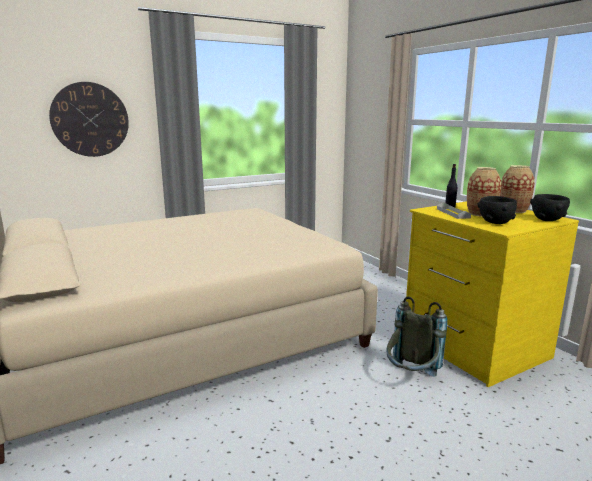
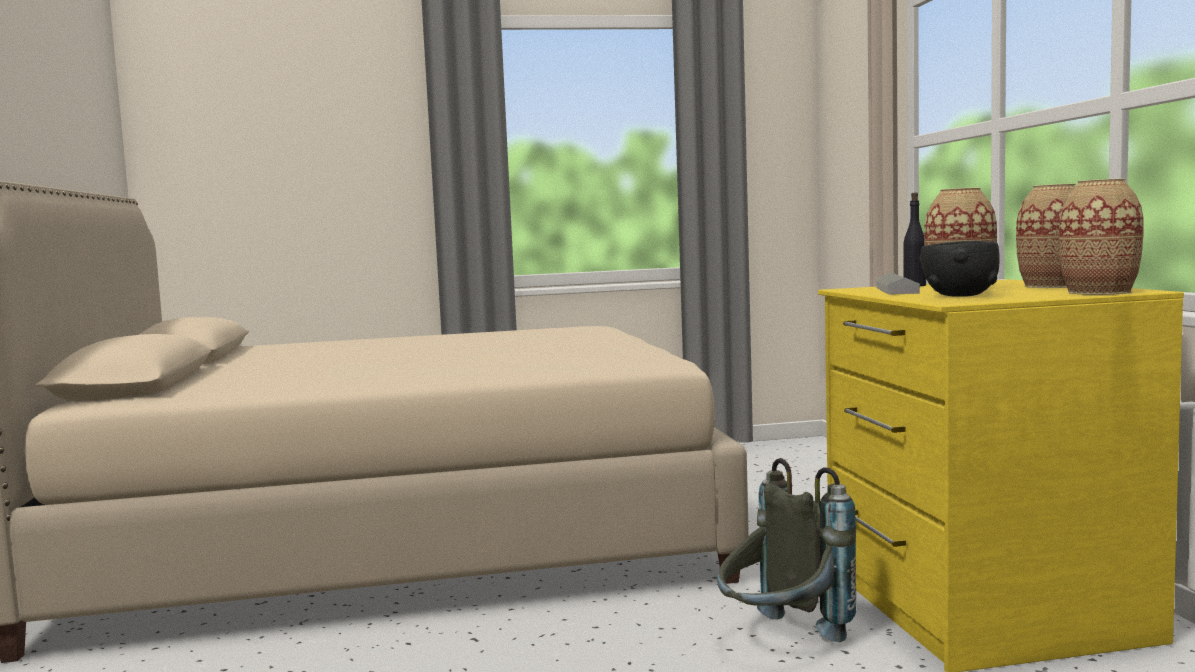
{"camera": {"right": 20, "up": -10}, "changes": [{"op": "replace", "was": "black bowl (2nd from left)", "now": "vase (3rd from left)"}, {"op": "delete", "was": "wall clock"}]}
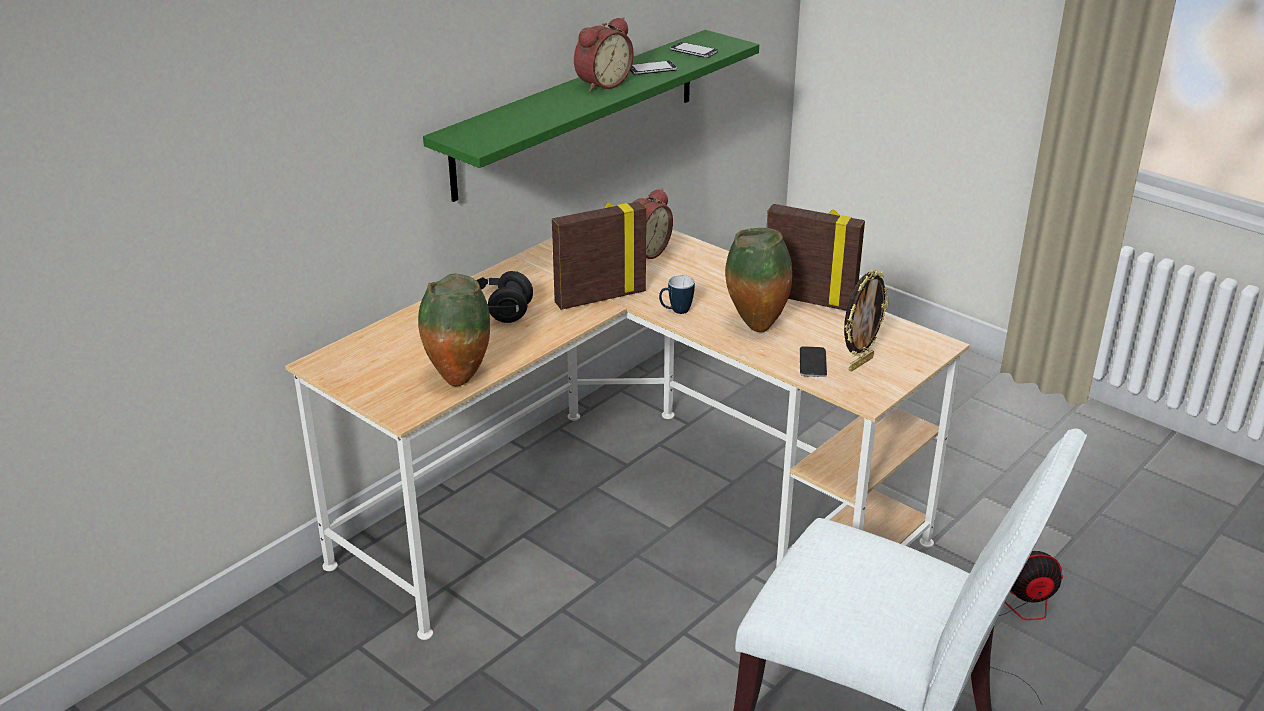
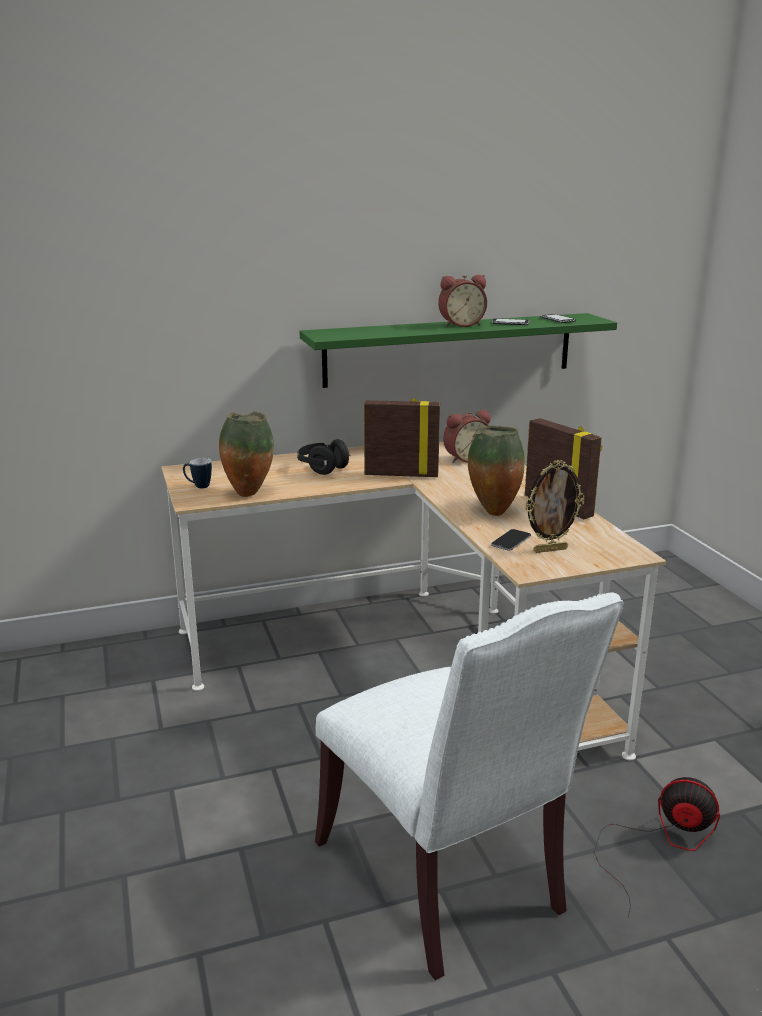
{"camera": {"right": 30, "up": -10}, "changes": [{"op": "move", "was": "mug"}]}
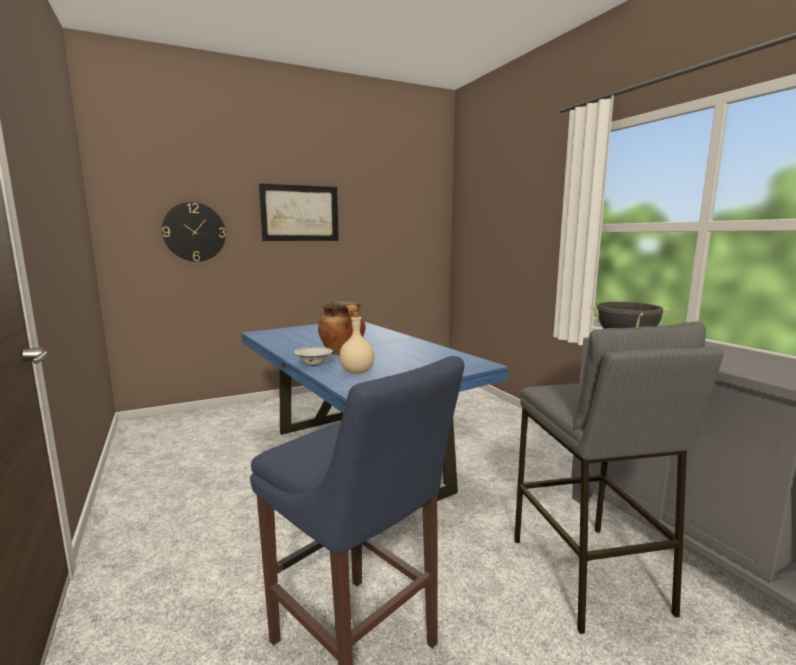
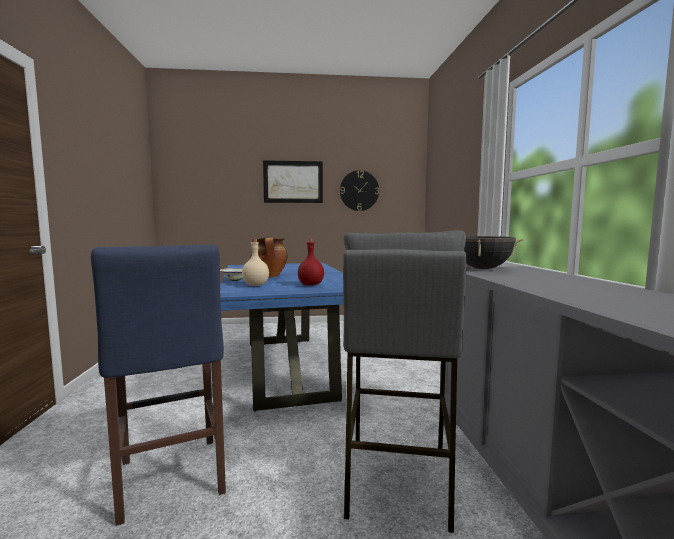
{"camera": {"right": 20, "up": -5}, "changes": [{"op": "insert", "now": "red bottle"}, {"op": "move", "was": "wall clock"}]}
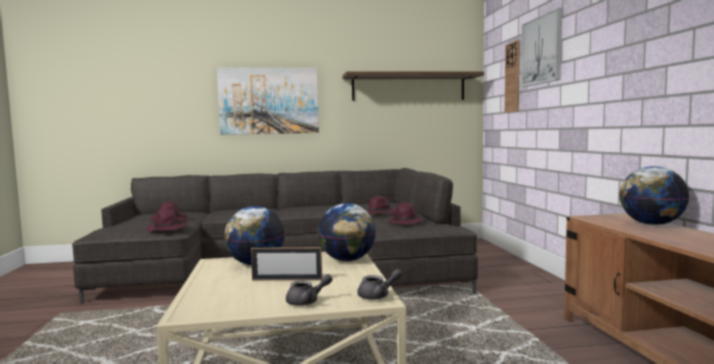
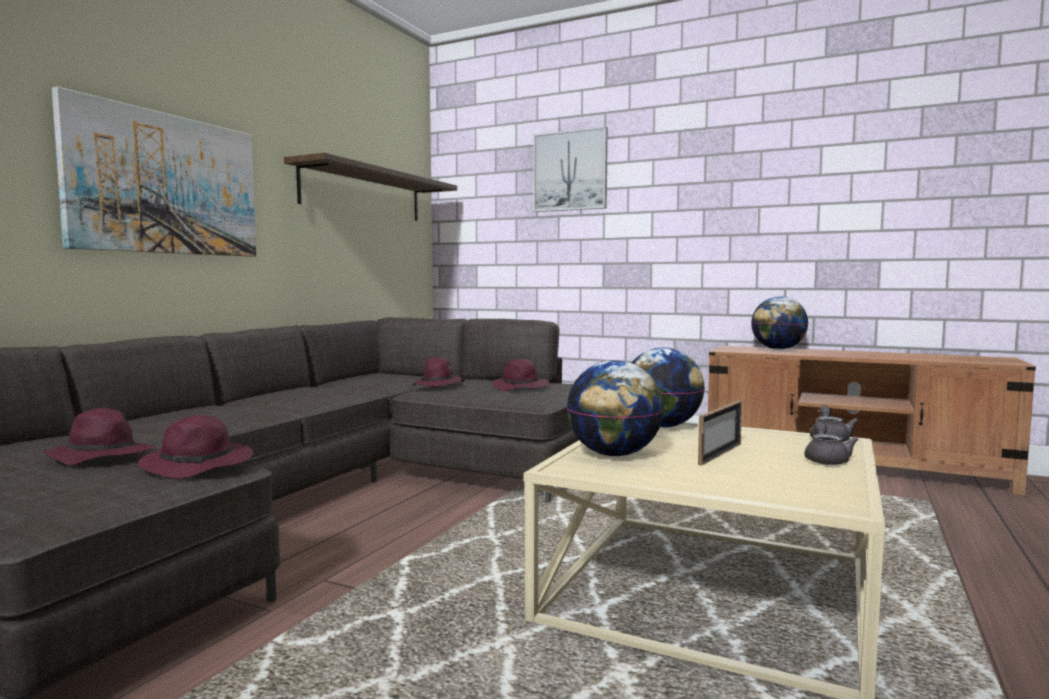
{"camera": {"right": -55, "up": 0}, "changes": [{"op": "delete", "was": "wall clock"}]}
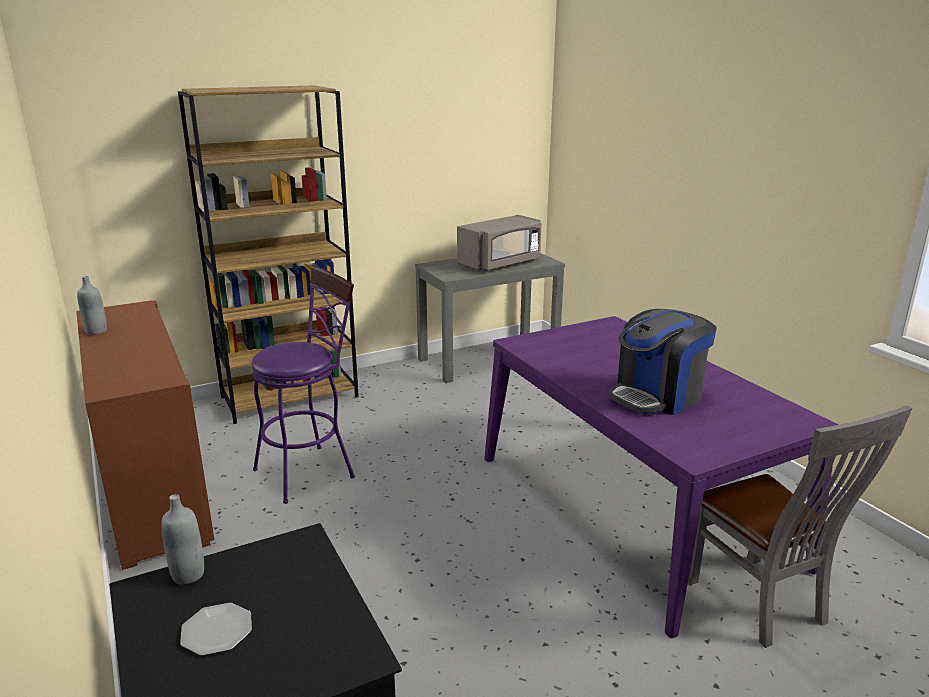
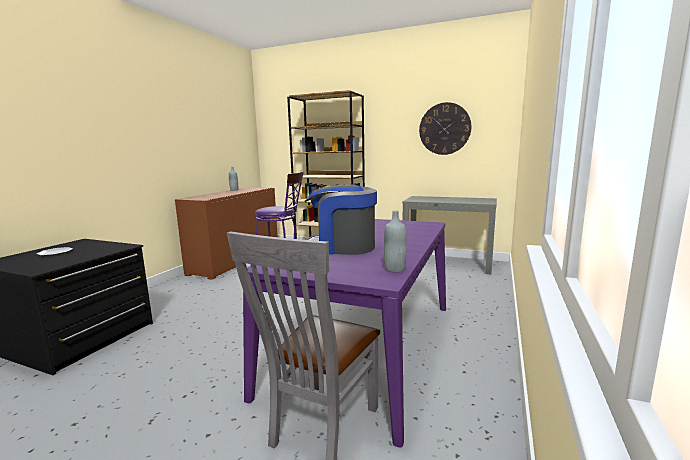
{"camera": {"right": 50, "up": -10}, "changes": [{"op": "move", "was": "grey bottle (2nd from left)"}, {"op": "insert", "now": "wall clock"}, {"op": "delete", "was": "grey microwave"}]}
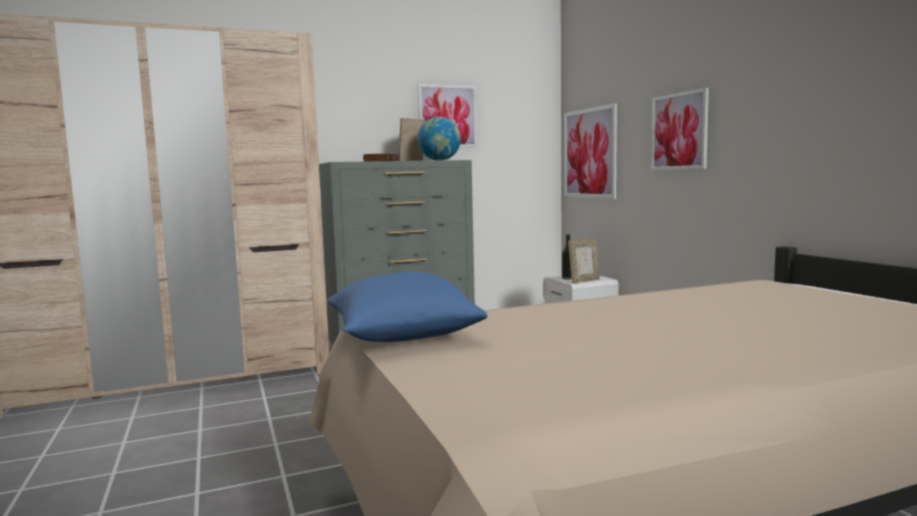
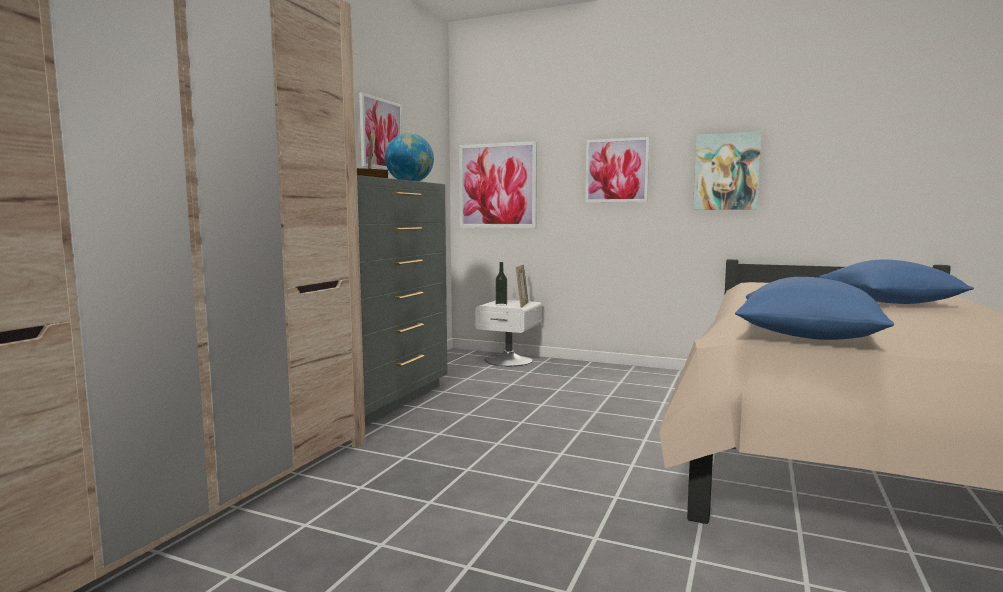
{"camera": {"right": -45, "up": 0}, "changes": [{"op": "insert", "now": "picture (4th from left)"}, {"op": "insert", "now": "blue pillow (2nd from left)"}]}
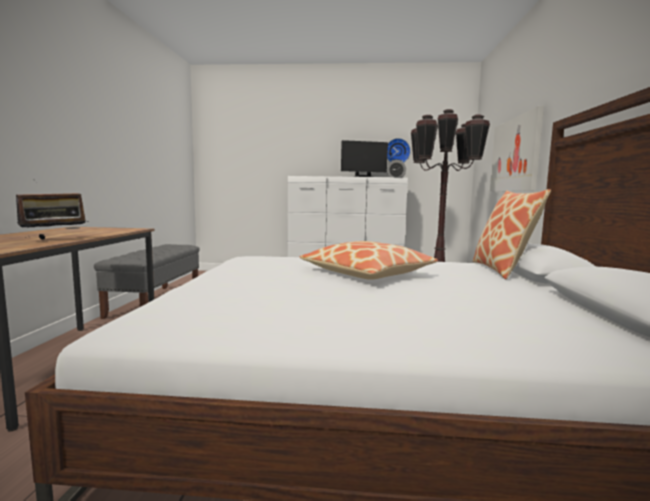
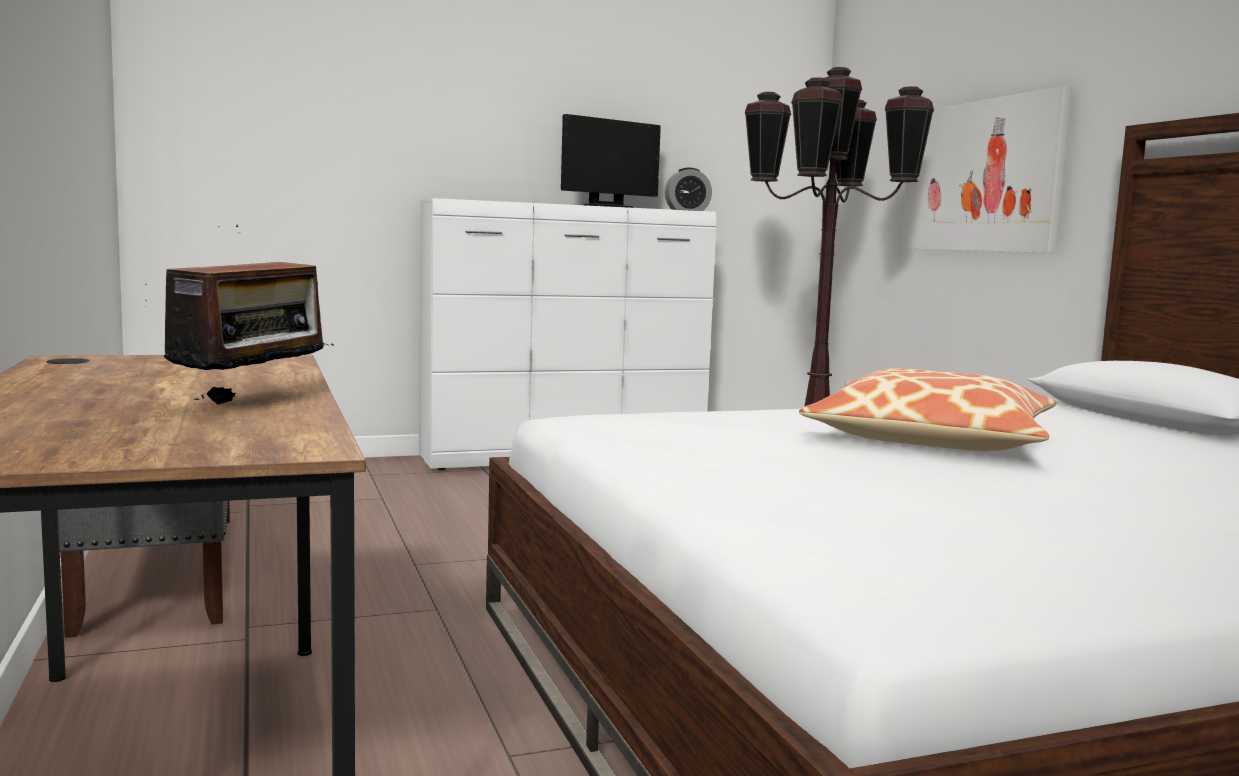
{"camera": {"right": -25, "up": 0}, "changes": [{"op": "delete", "was": "wall clock"}, {"op": "delete", "was": "pillow (2nd from left)"}]}
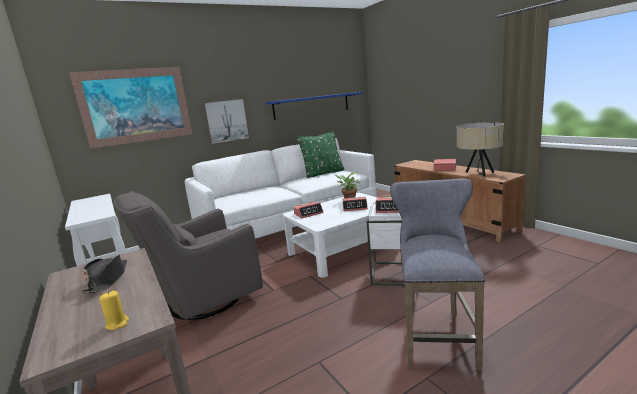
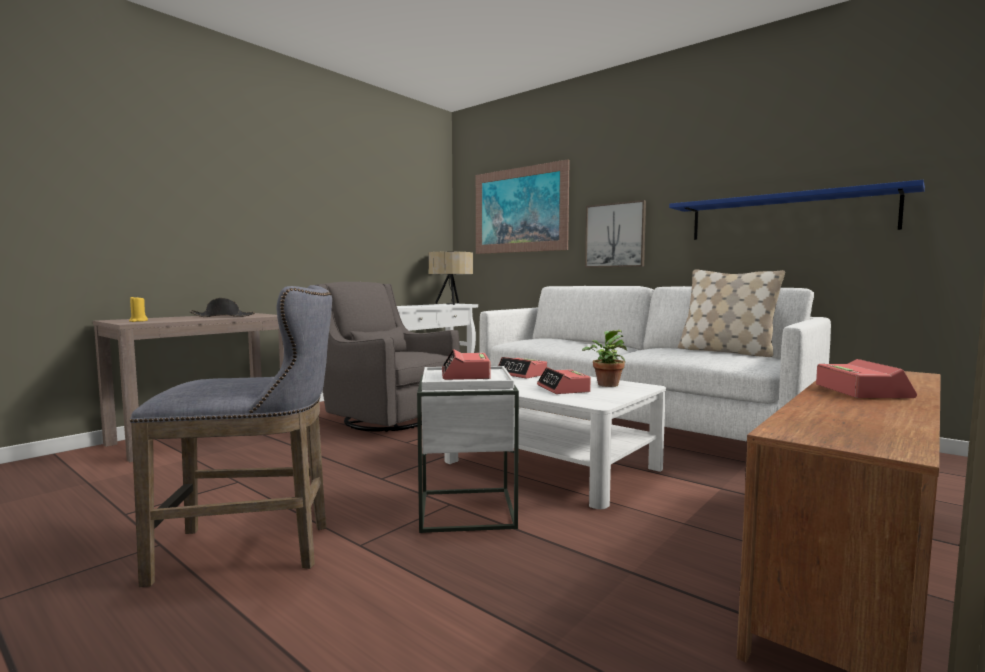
{"camera": {"right": 70, "up": -10}, "changes": [{"op": "move", "was": "beige table lamp"}, {"op": "recolor", "was": "green pillow", "now": "beige pillow"}]}
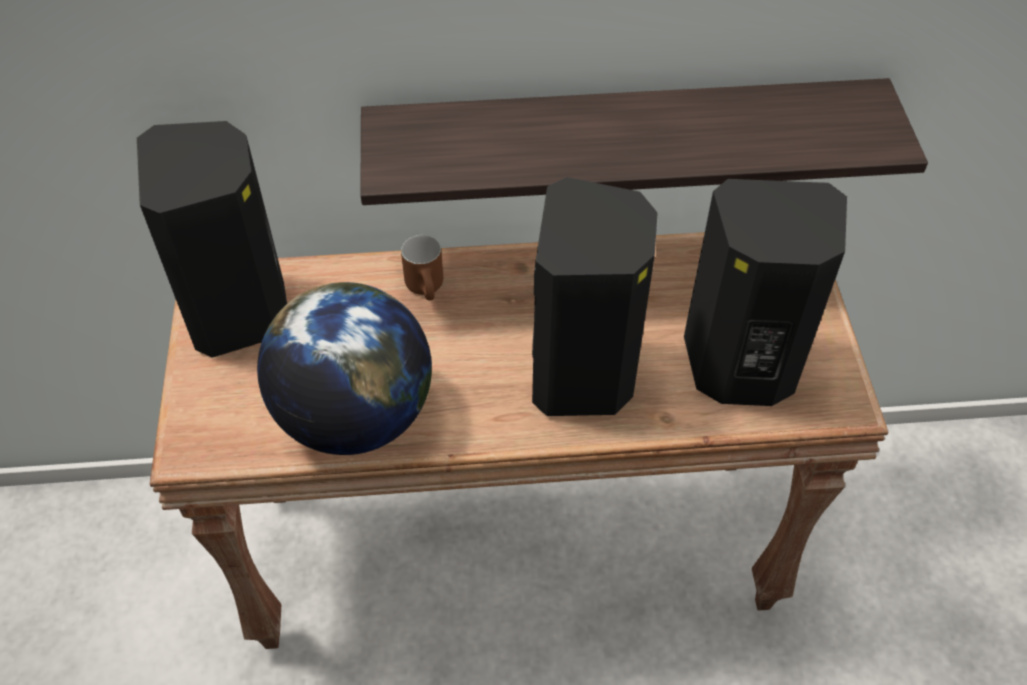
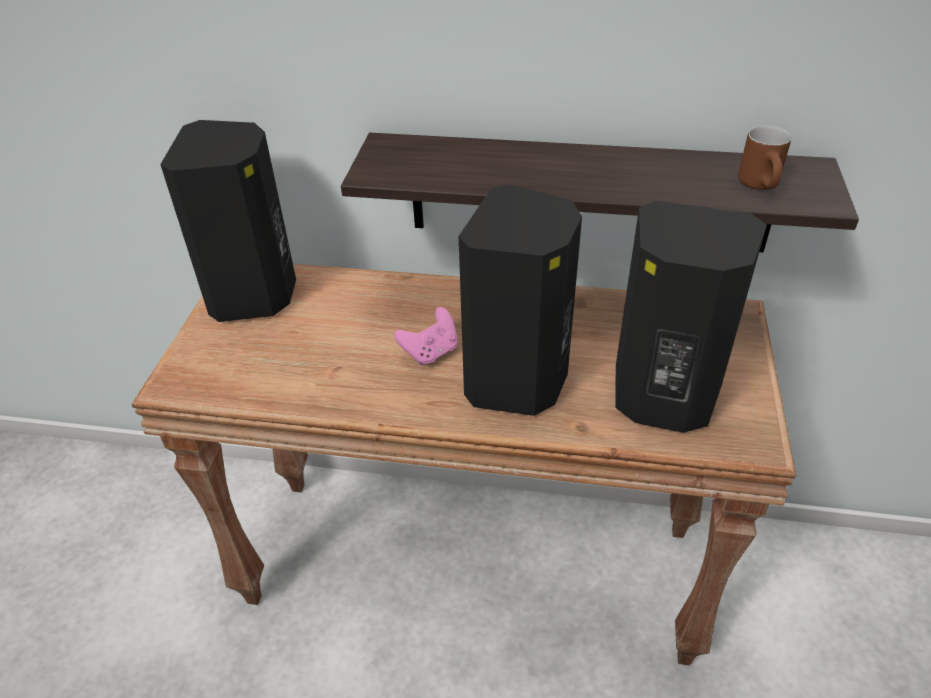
{"camera": {"right": 15, "up": -10}, "changes": [{"op": "insert", "now": "pink game controller"}, {"op": "move", "was": "brown mug"}, {"op": "delete", "was": "globe"}]}
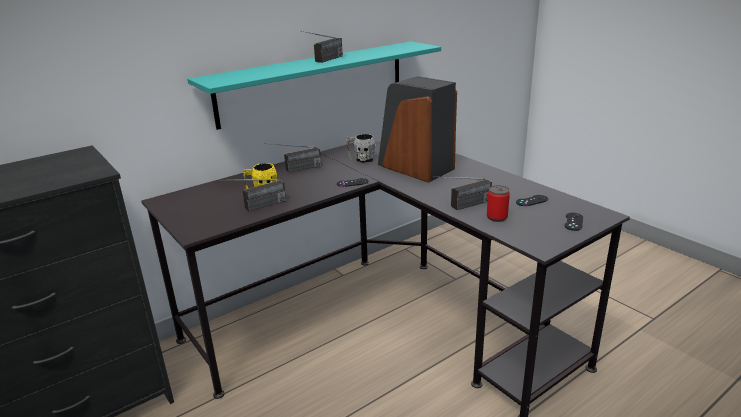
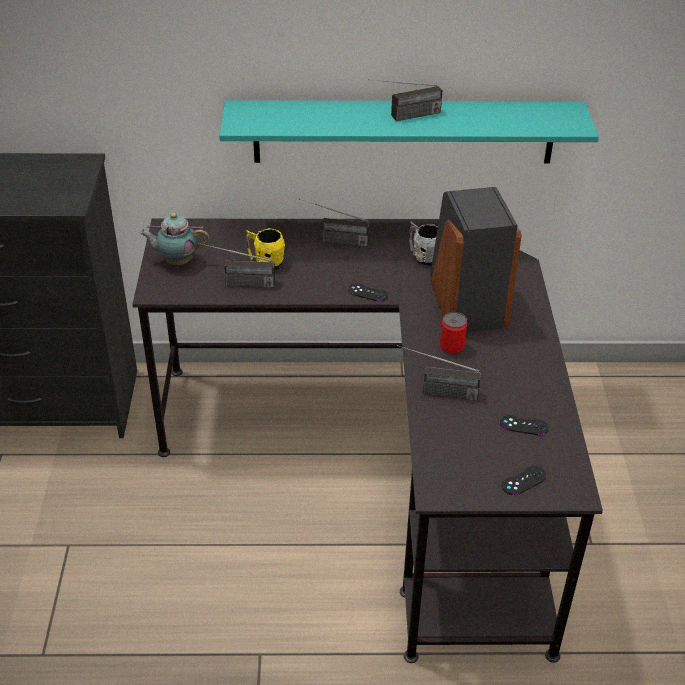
{"camera": {"right": 35, "up": 15}, "changes": [{"op": "insert", "now": "teapot"}, {"op": "move", "was": "can"}]}
